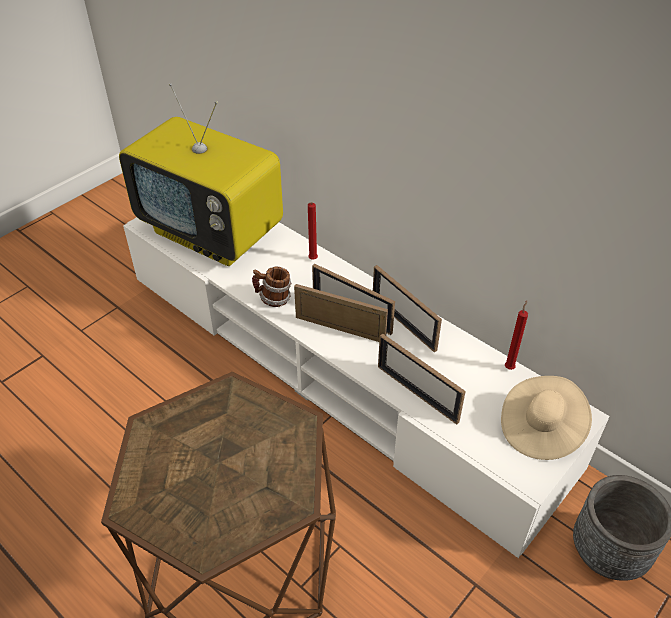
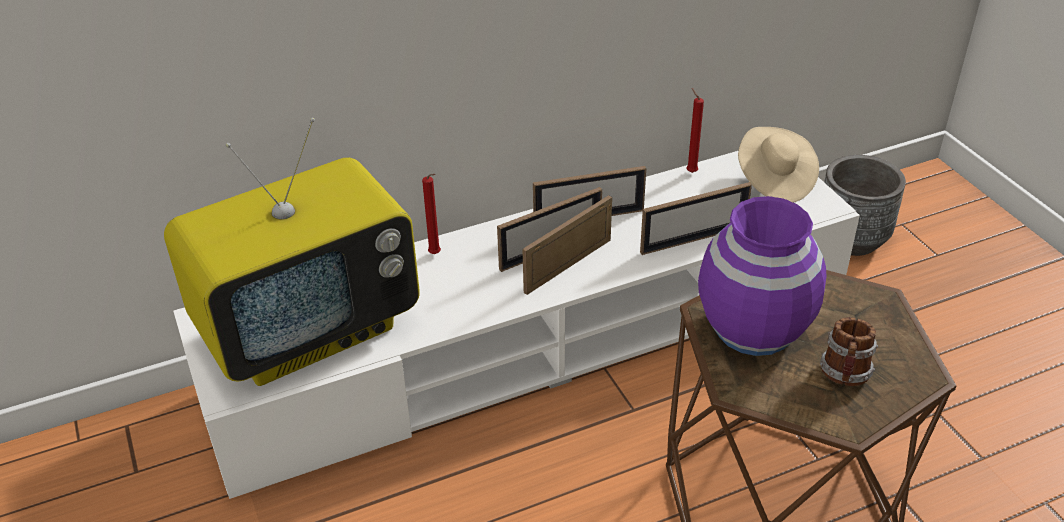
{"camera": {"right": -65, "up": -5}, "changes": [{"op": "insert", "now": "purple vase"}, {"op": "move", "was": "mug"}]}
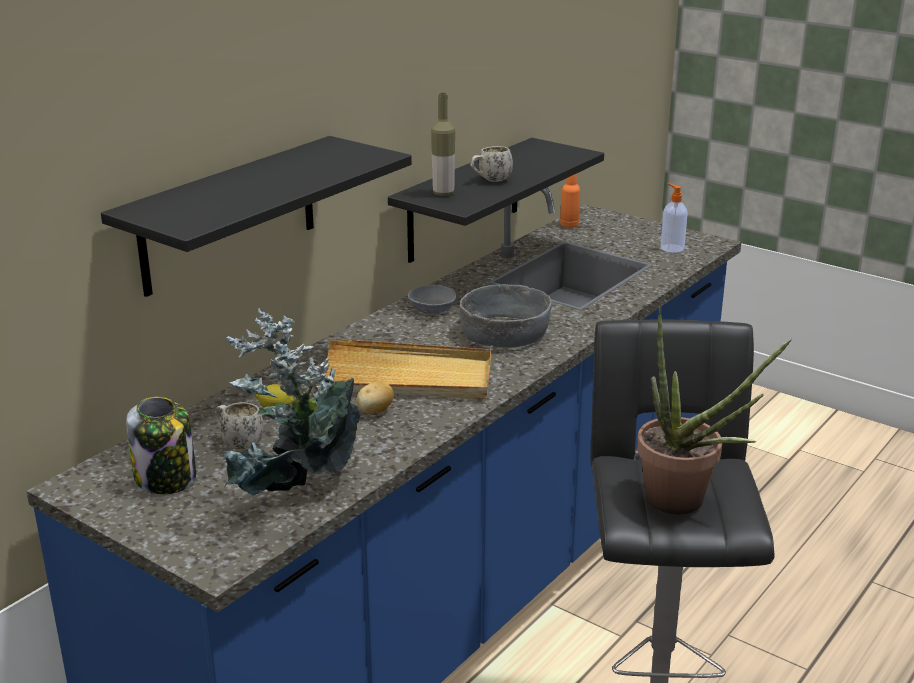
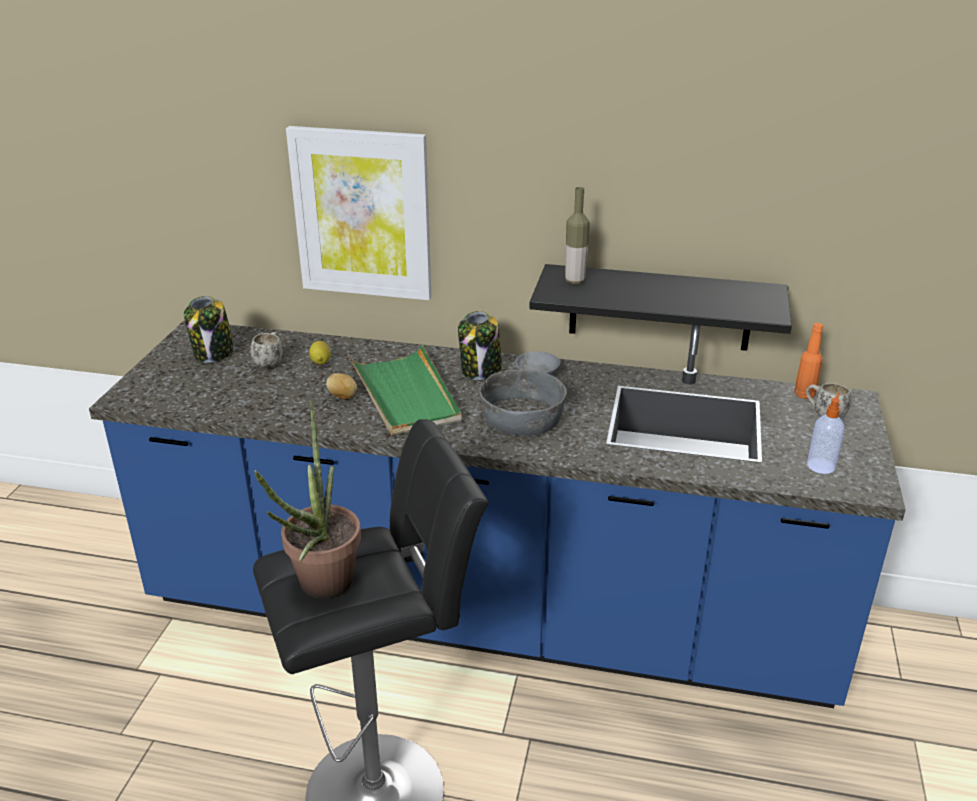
{"camera": {"right": 65, "up": 5}, "changes": [{"op": "replace", "was": "black shelf (1st from left)", "now": "picture"}, {"op": "recolor", "was": "beige tray", "now": "green tray"}, {"op": "insert", "now": "jar (2nd from left)"}, {"op": "move", "was": "white mug (2nd from left)"}, {"op": "delete", "was": "potted plant (1st from left)"}]}
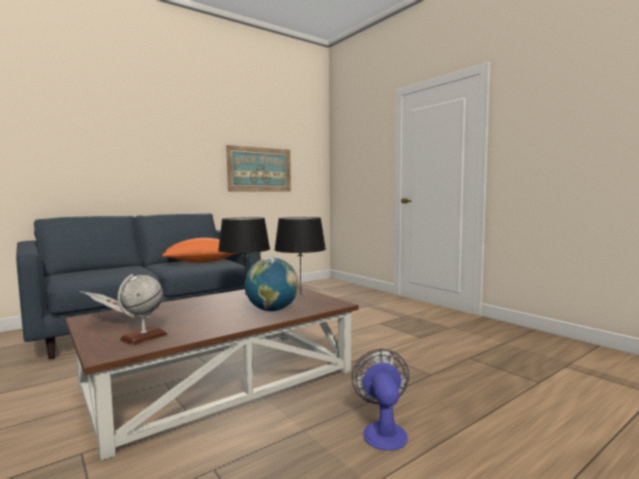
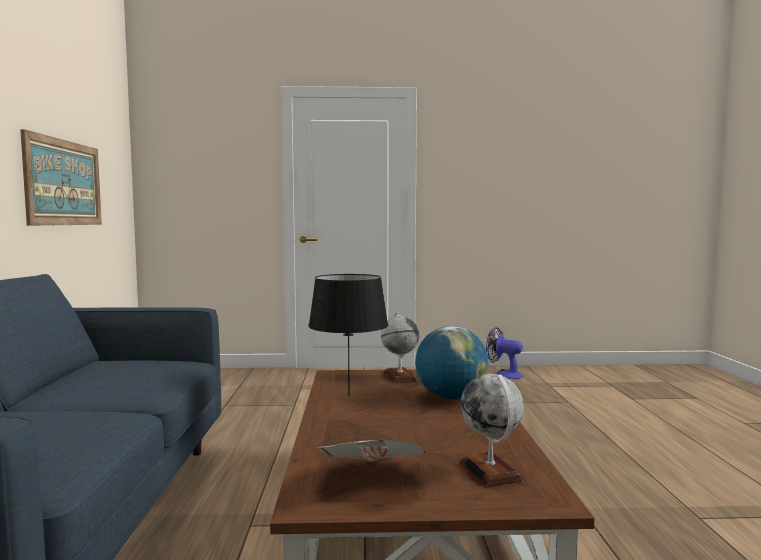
{"camera": {"right": -55, "up": 0}, "changes": [{"op": "replace", "was": "black table lamp (2nd from left)", "now": "globe (1st from left)"}, {"op": "move", "was": "fan"}, {"op": "delete", "was": "orange pillow"}]}
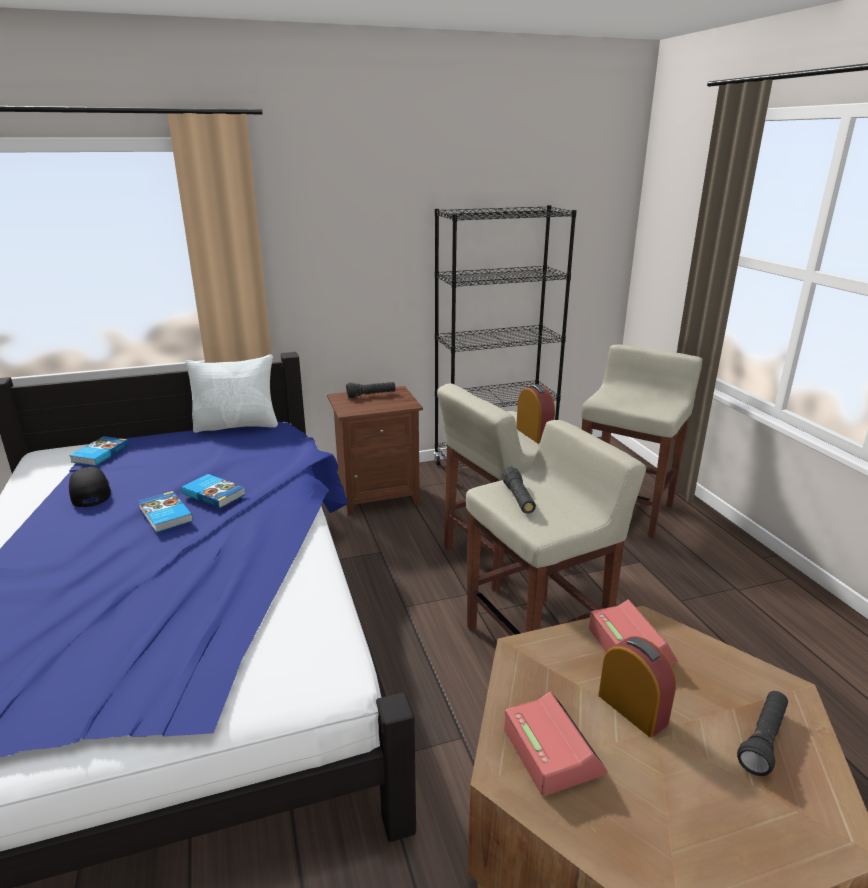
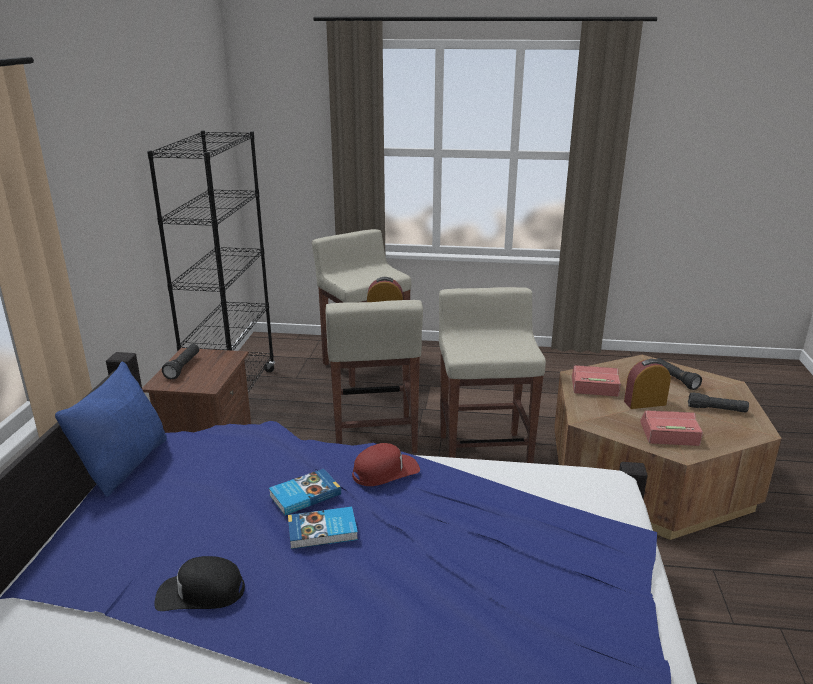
{"camera": {"right": -65, "up": 0}, "changes": [{"op": "recolor", "was": "white pillow", "now": "blue pillow"}, {"op": "insert", "now": "red cap"}, {"op": "move", "was": "black flashlight (2nd from left in the first image)", "now": "black flashlight (3rd from left)"}, {"op": "delete", "was": "book (1st from left)"}]}
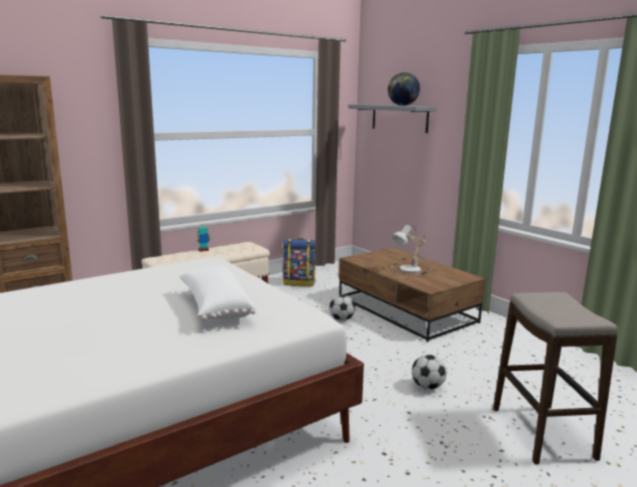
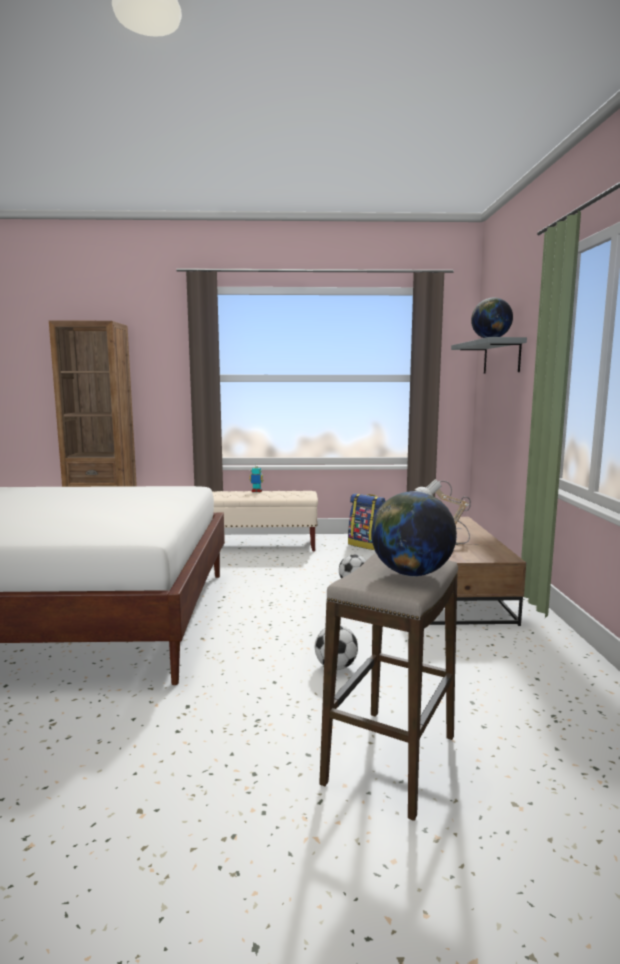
{"camera": {"right": 35, "up": -5}, "changes": [{"op": "insert", "now": "globe (1st from left)"}, {"op": "delete", "was": "white pillow"}]}
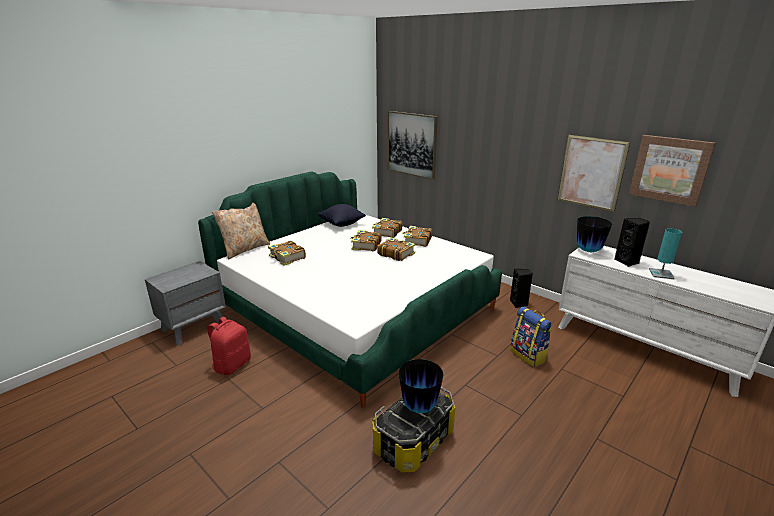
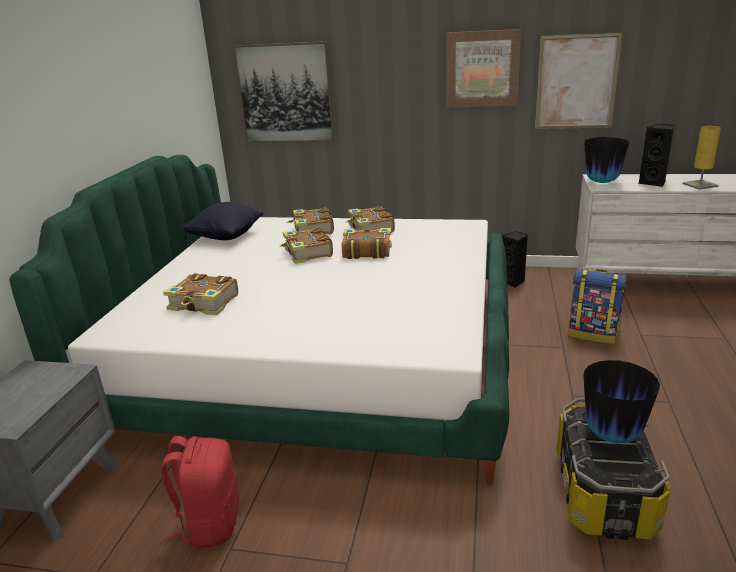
{"camera": {"right": -30, "up": 0}, "changes": [{"op": "move", "was": "picture (3rd from left in the first image)", "now": "picture (2nd from left)"}, {"op": "recolor", "was": "turquoise table lamp", "now": "yellow table lamp"}, {"op": "delete", "was": "beige pillow"}]}
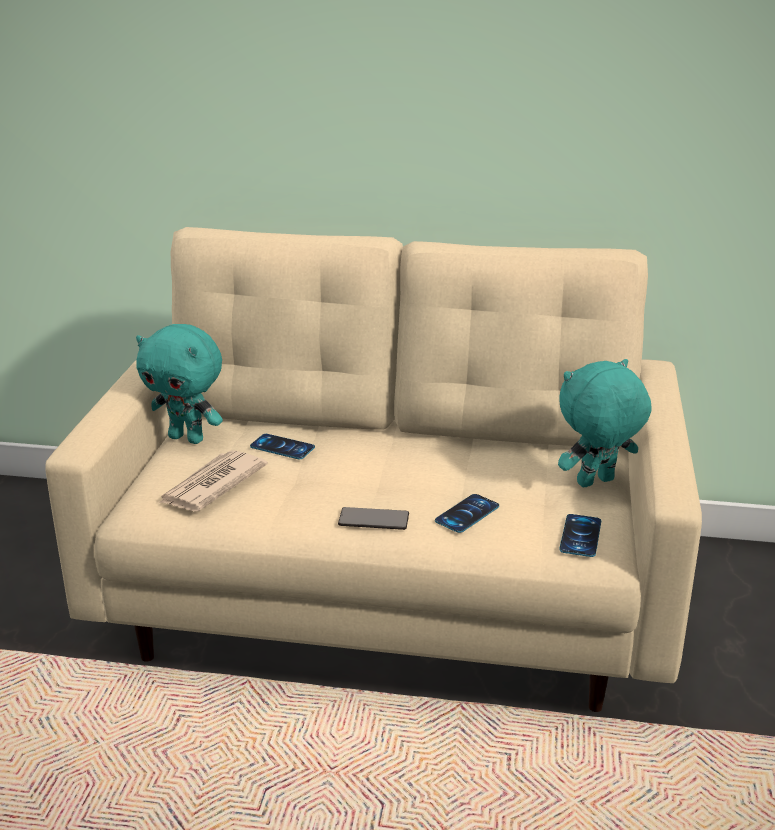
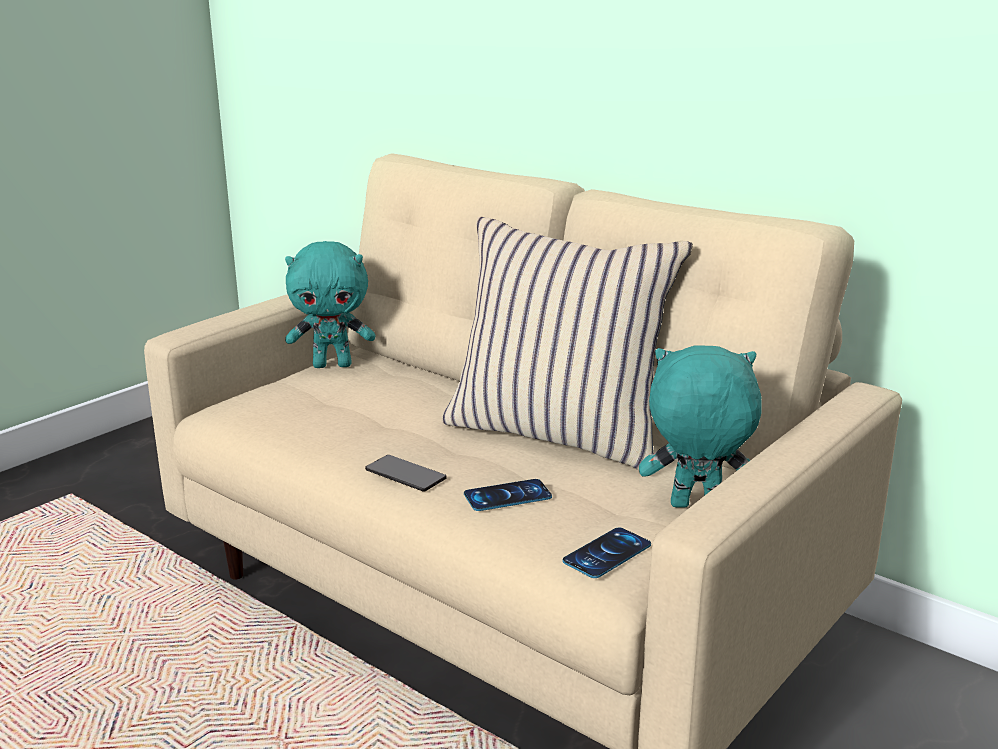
{"camera": {"right": 30, "up": -5}, "changes": [{"op": "rotate", "was": "turquoise plush toy (1st from left)", "clockwise": -60}, {"op": "insert", "now": "beige pillow"}, {"op": "delete", "was": "newspaper"}, {"op": "delete", "was": "phone (1st from left)"}]}
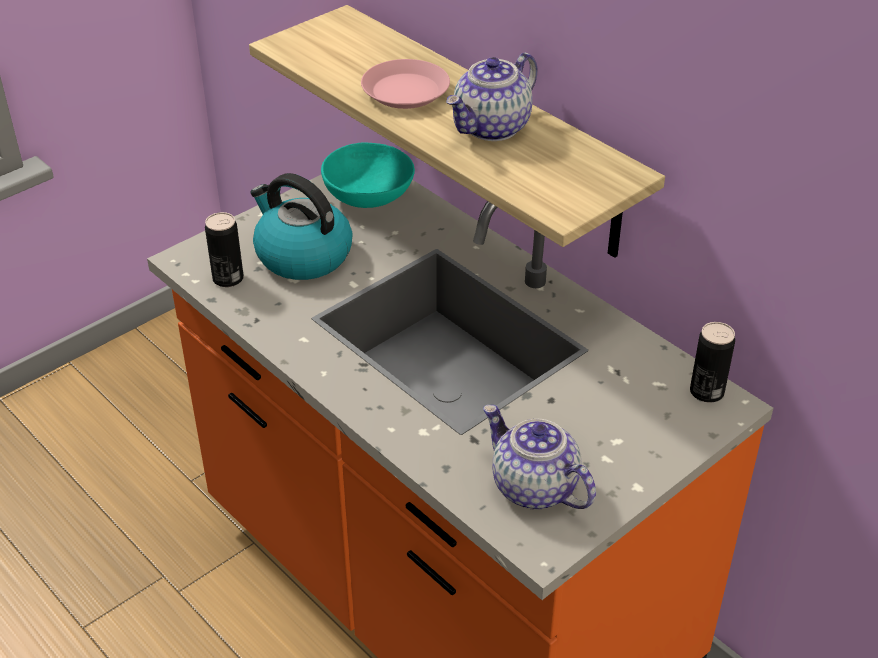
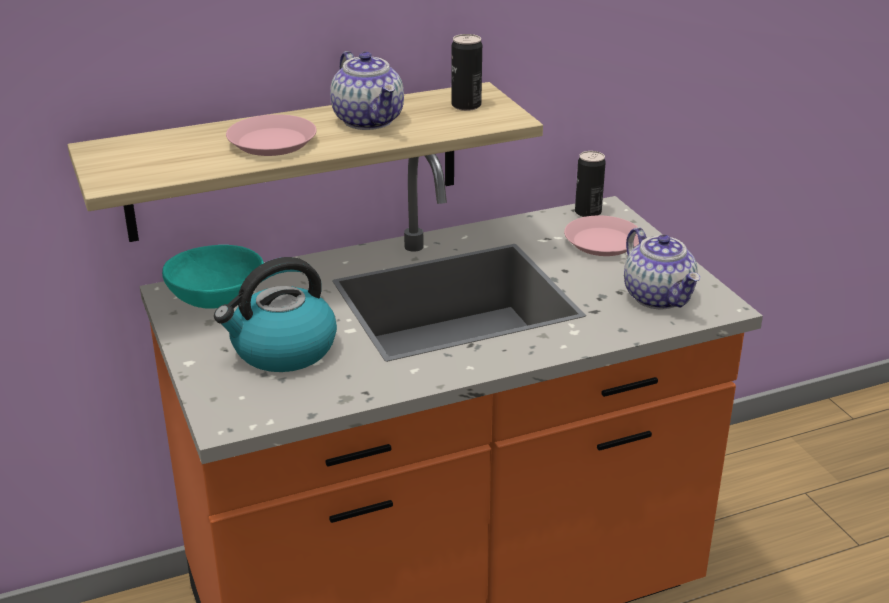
{"camera": {"right": -70, "up": -10}, "changes": [{"op": "move", "was": "can (1st from left)"}, {"op": "insert", "now": "pink plate (2nd from left)"}, {"op": "rotate", "was": "teapot (2nd from left)", "clockwise": -90}]}
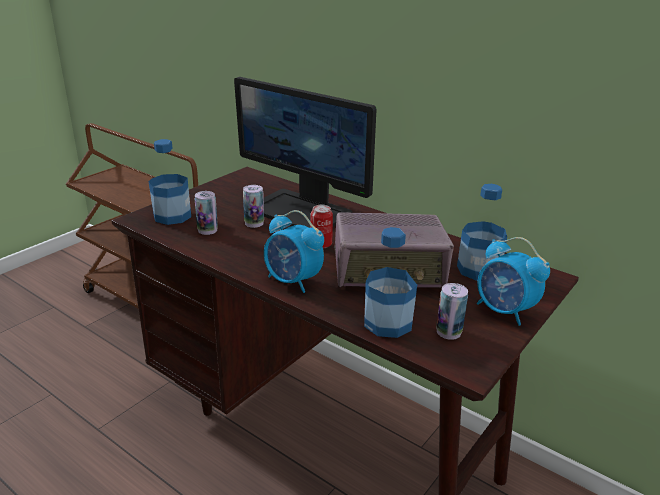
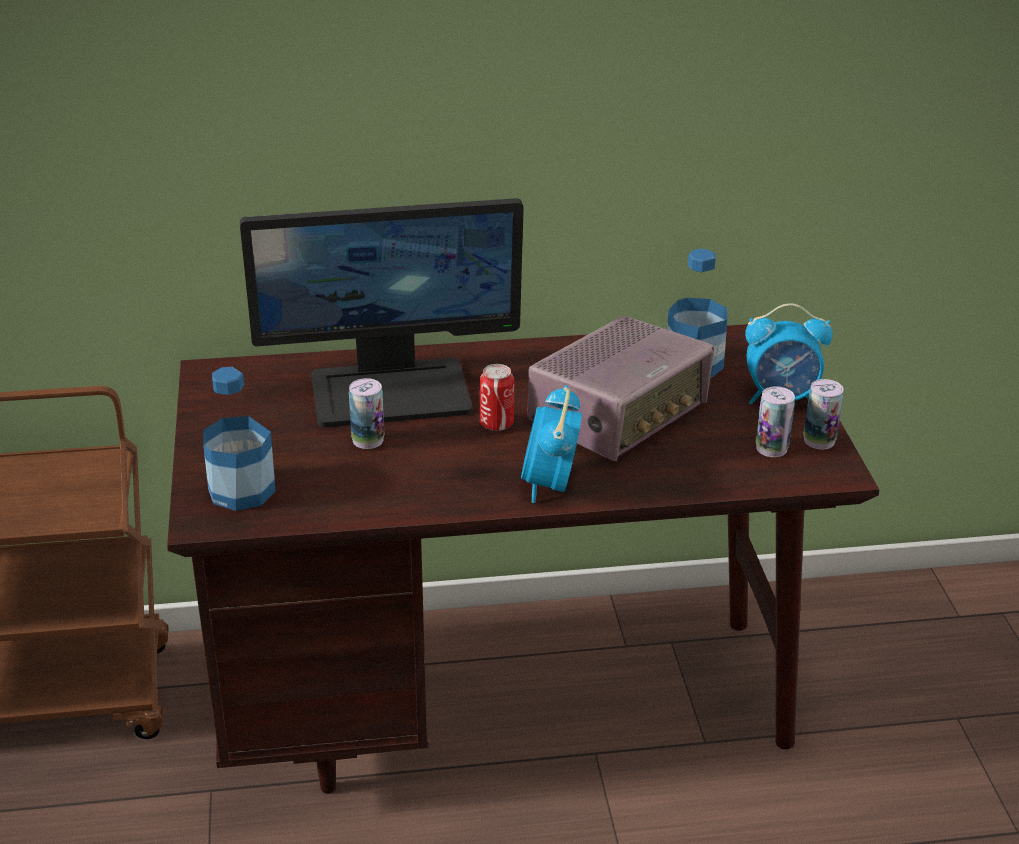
{"camera": {"right": -45, "up": 5}, "changes": [{"op": "rotate", "was": "alarm clock (1st from left)", "clockwise": 105}, {"op": "move", "was": "can (1st from left in the first image)", "now": "can (4th from left)"}, {"op": "delete", "was": "bottle (2nd from left)"}]}
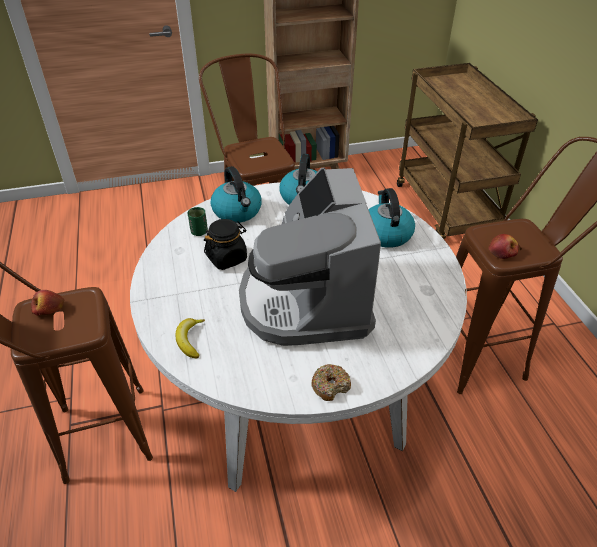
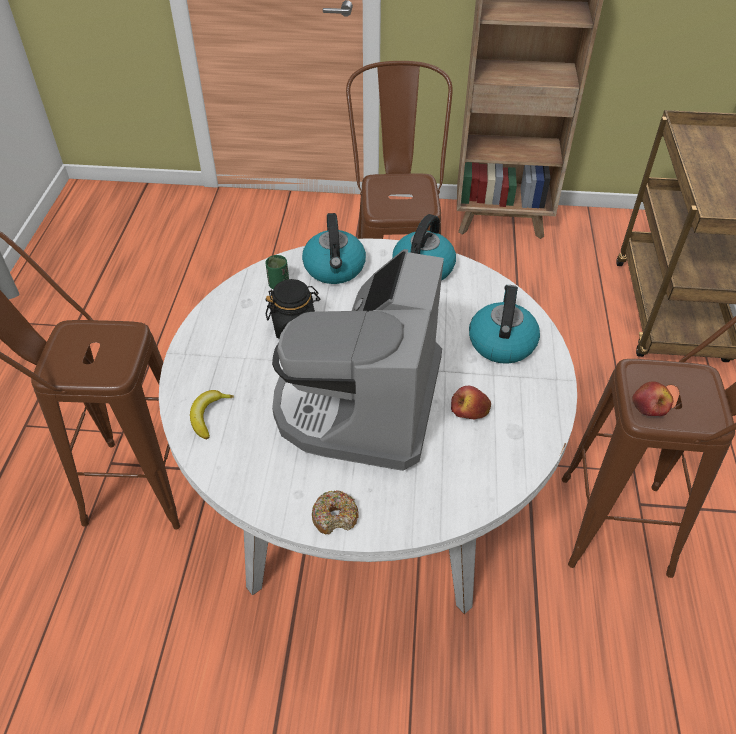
{"camera": {"right": 20, "up": 5}, "changes": [{"op": "move", "was": "apple (1st from left)"}]}
